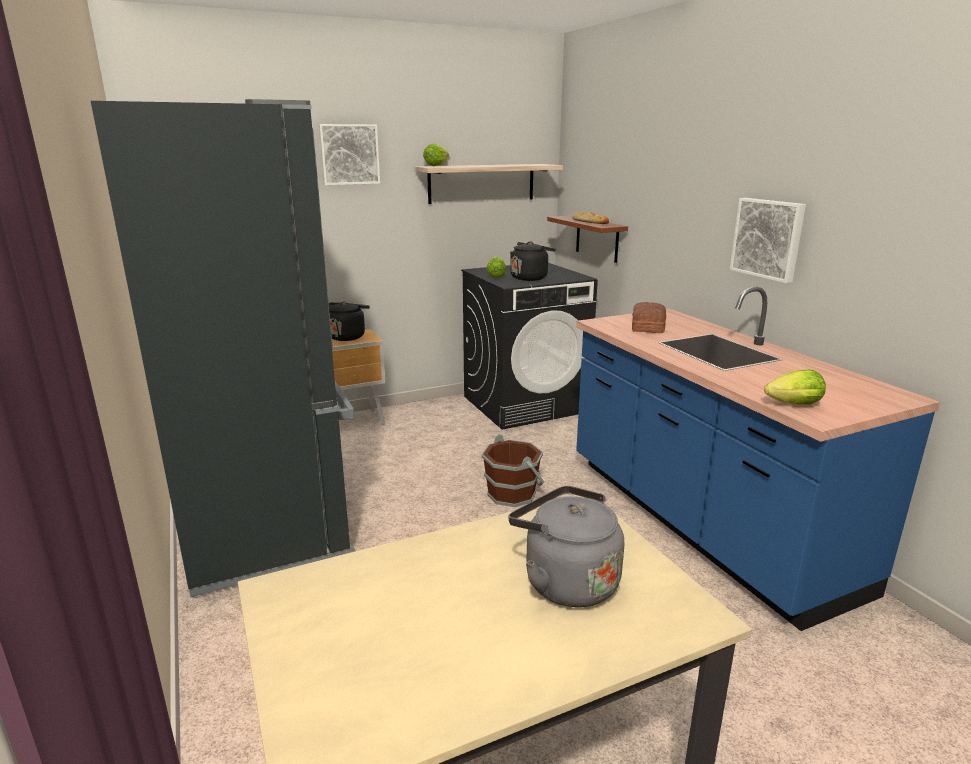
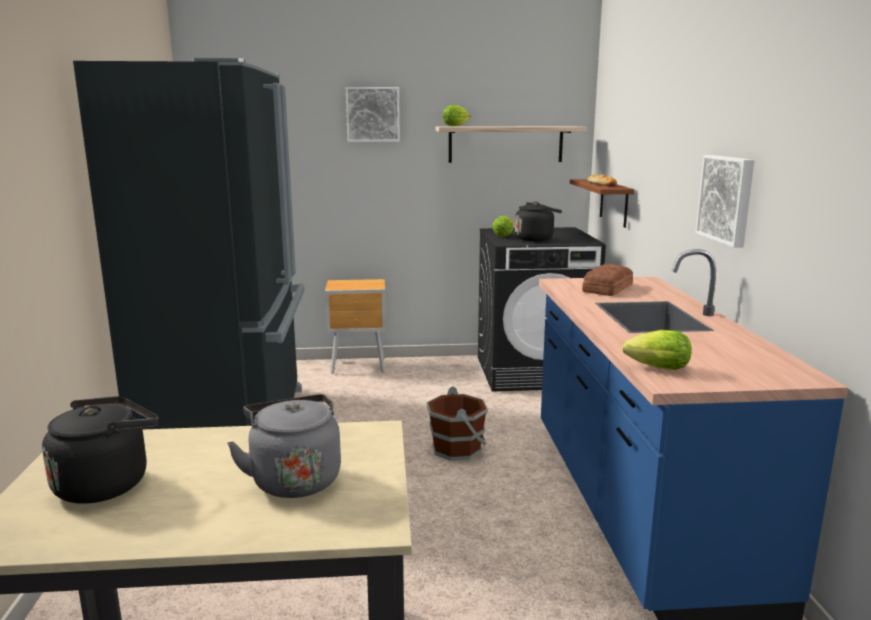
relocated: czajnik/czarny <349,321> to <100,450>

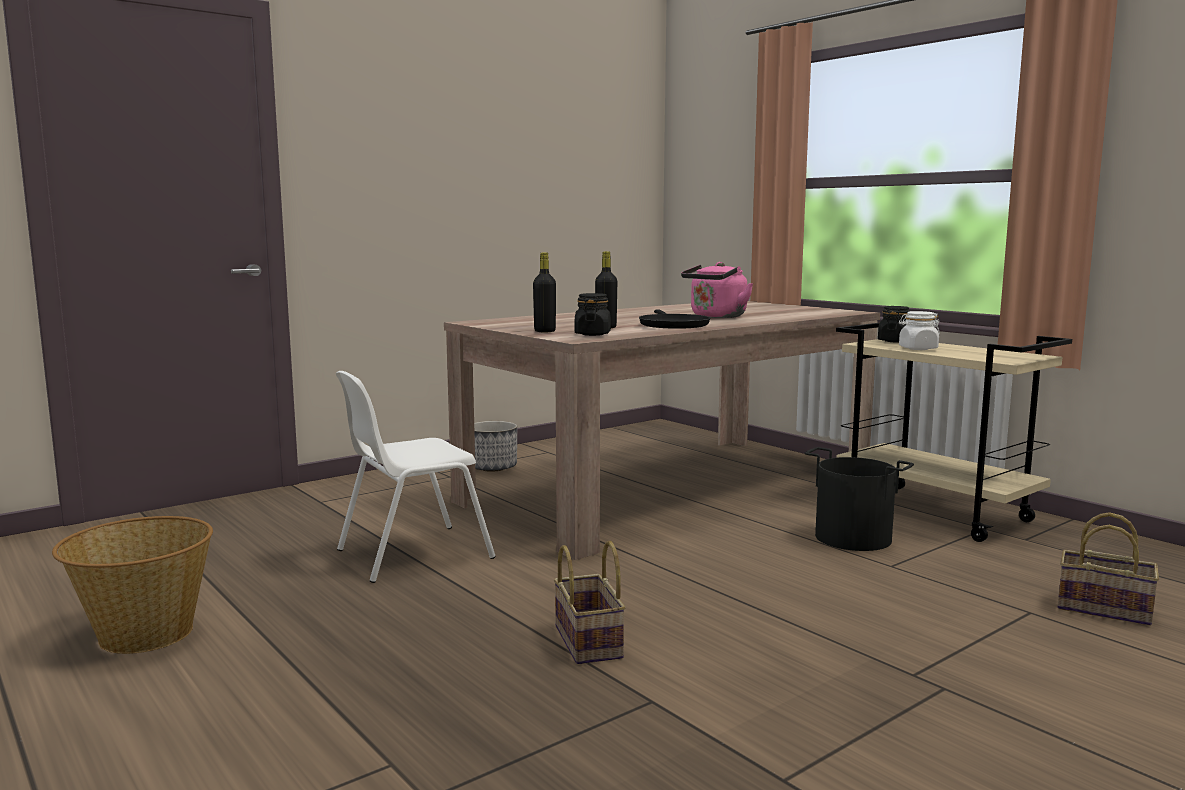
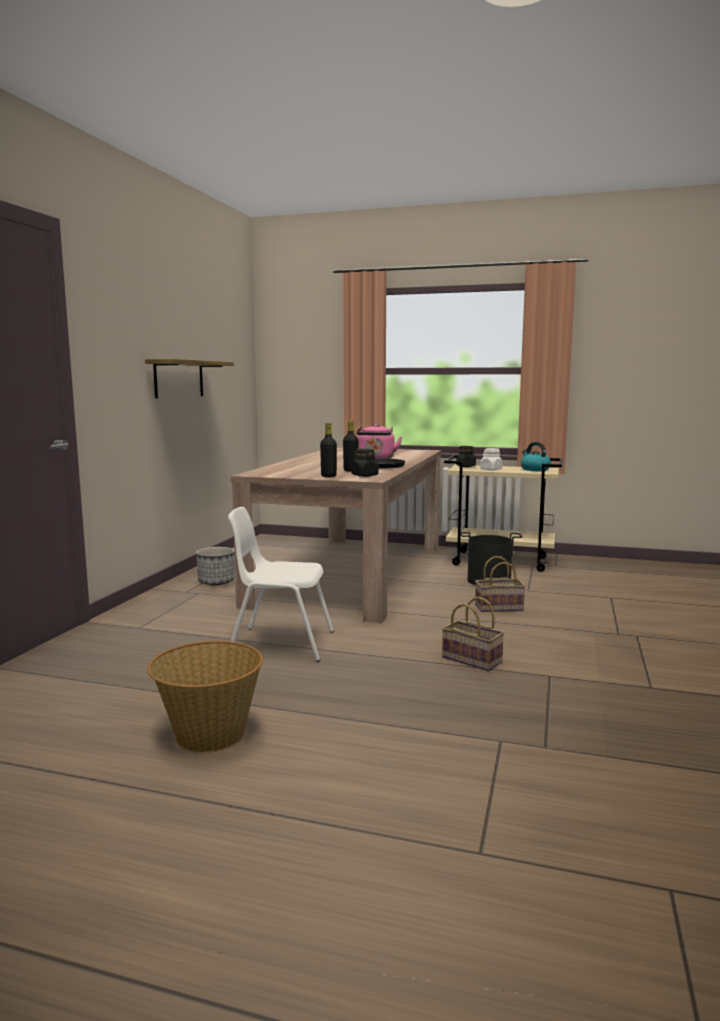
appeared: półka <189,378>; czajnik <536,456>
relocated: koszyk <1108,569> to <500,584>
spun: krzesło/biały <416,477> = <281,584> 75 degrees clockwise

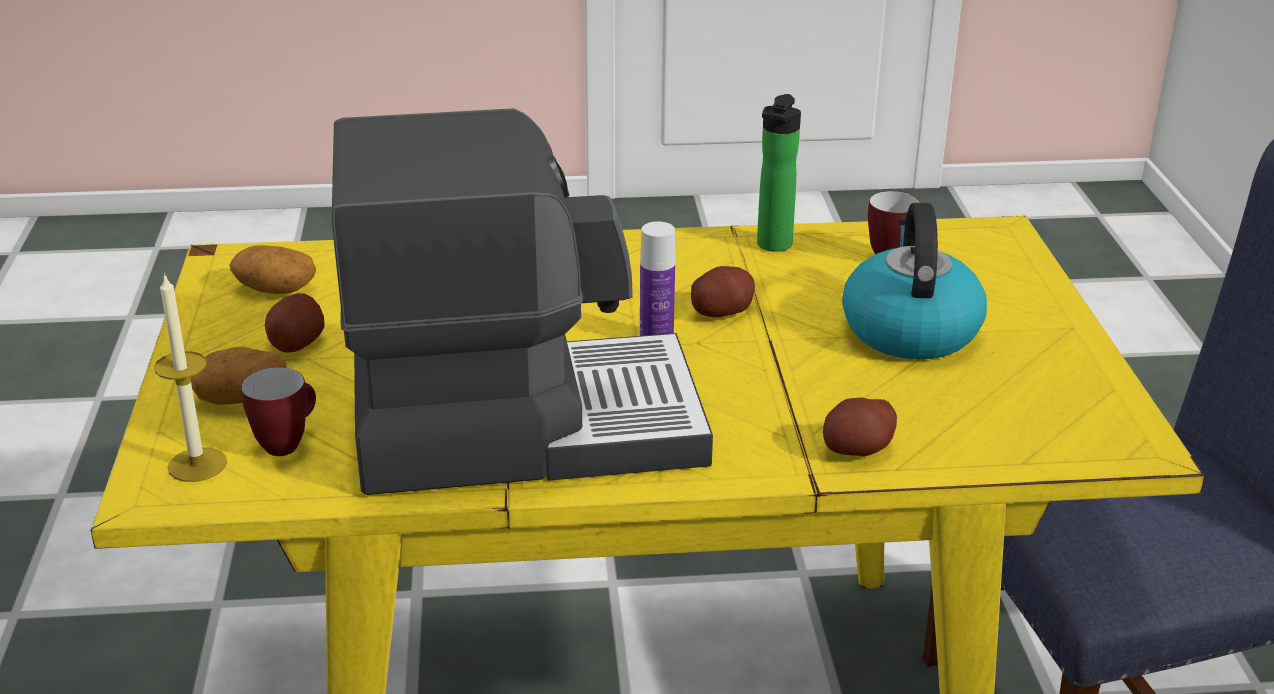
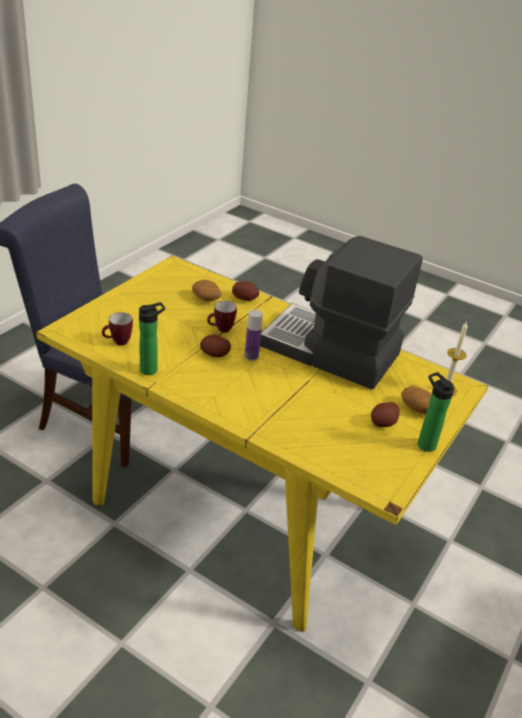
missing: czajnik <914,281>
appeared: butelka <436,412>
relocated: ziemniak <272,269> to <207,290>; kubek <278,411> to <222,317>

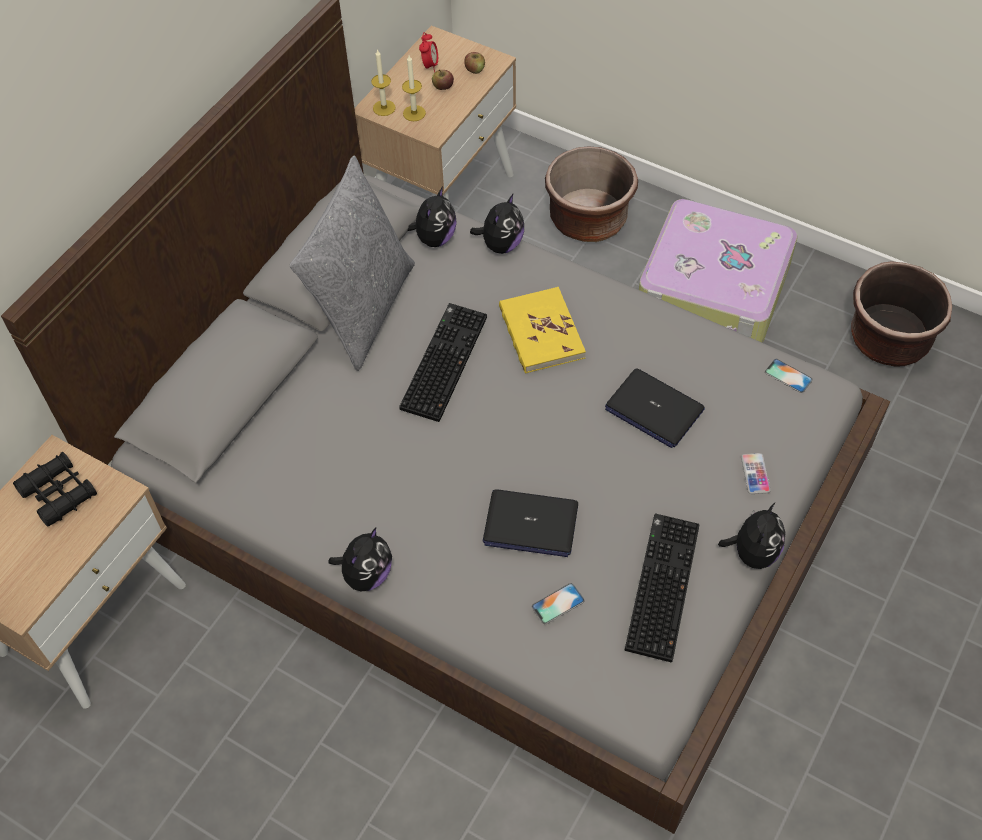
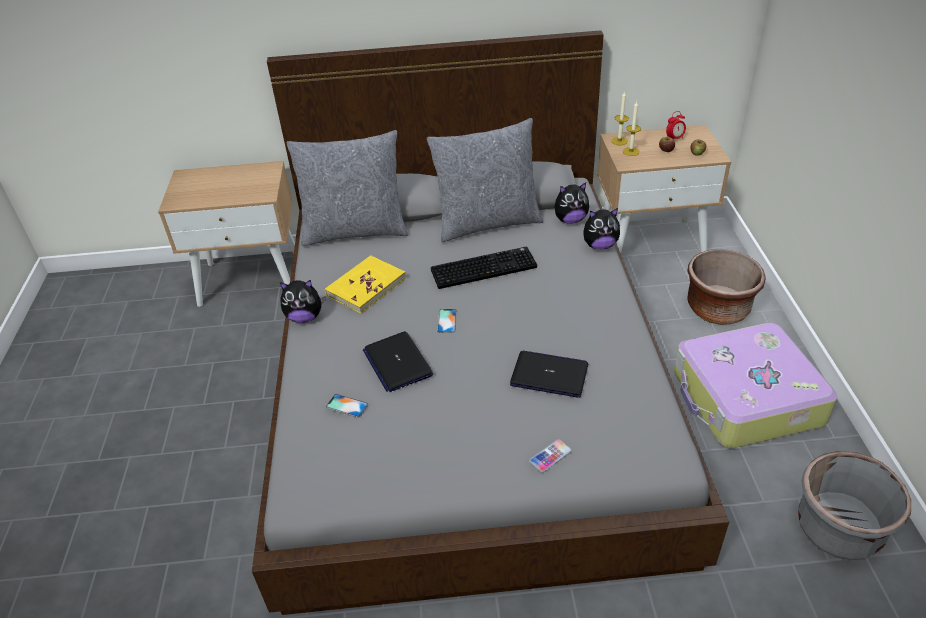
missing: lornetka/czarny <55,489>; klawiatura <662,588>; pluszak <752,536>
appeared: poduszka/szary <347,188>
relocated: książka/żółty <542,330> to <365,284>; telefon <789,376> to <447,321>
colour: donica/brązowy <901,314> to donica/szary <854,505>
spun: laptop <655,408> = <549,374> 105 degrees clockwise

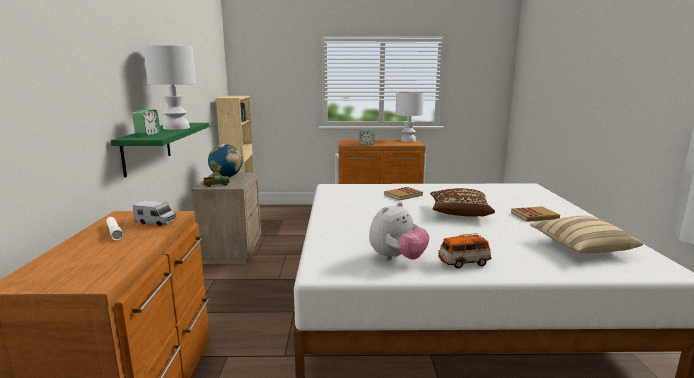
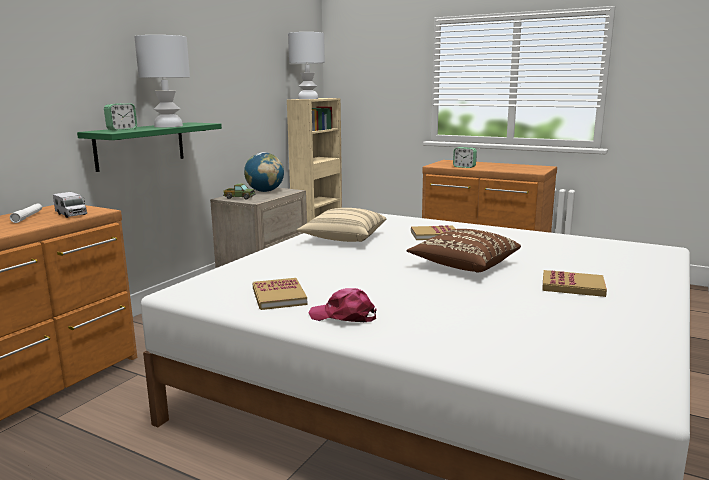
relocated: lampa stołowa/biały <410,117> to <306,65>; poduszka/beżowy <586,234> to <341,225>
exchanged: pluszak <399,231> to książka <280,294>; samochodzik <464,250> to czapka z daszkiem/różowy <342,305>

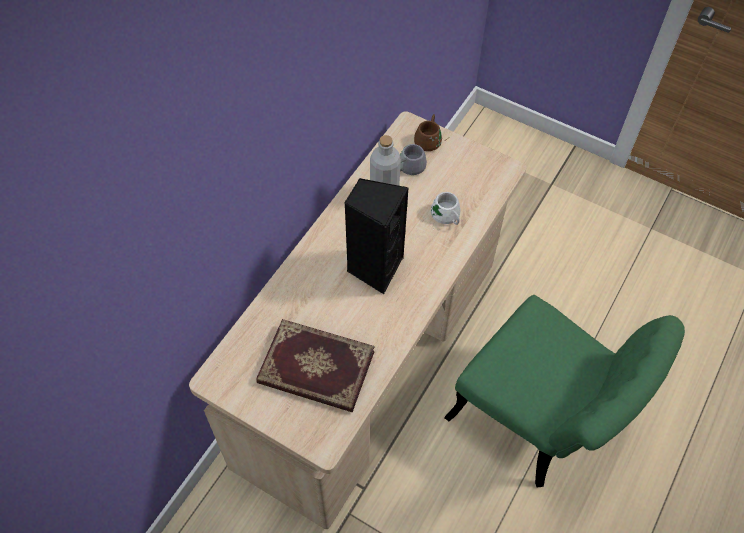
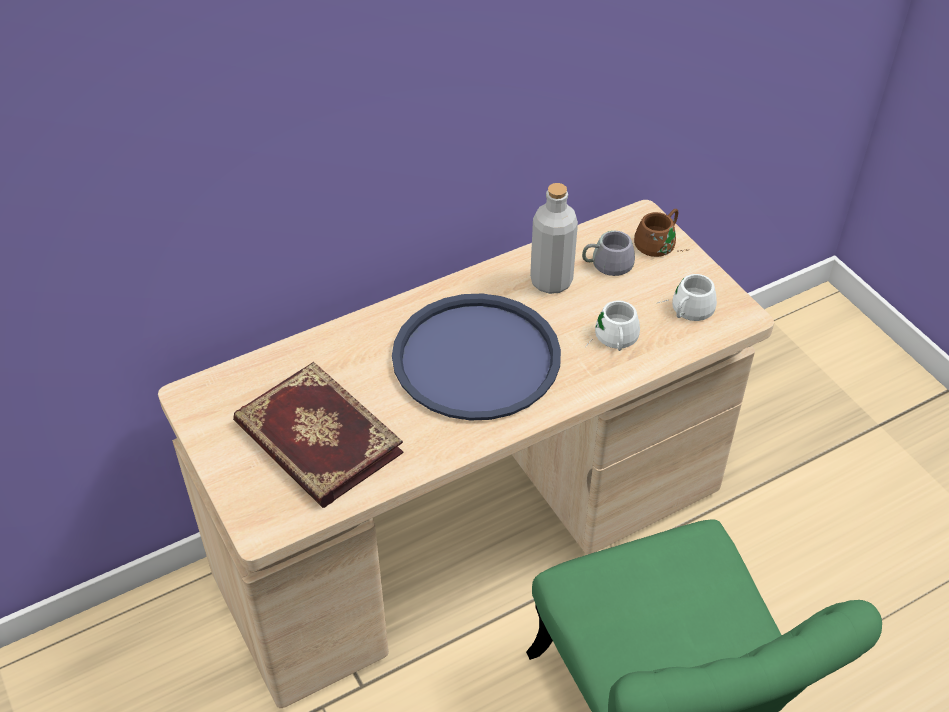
appeared: kubek/biały <687,297>
exchanged: głośnik/czarny <376,236> to taca/niebieski <476,357>

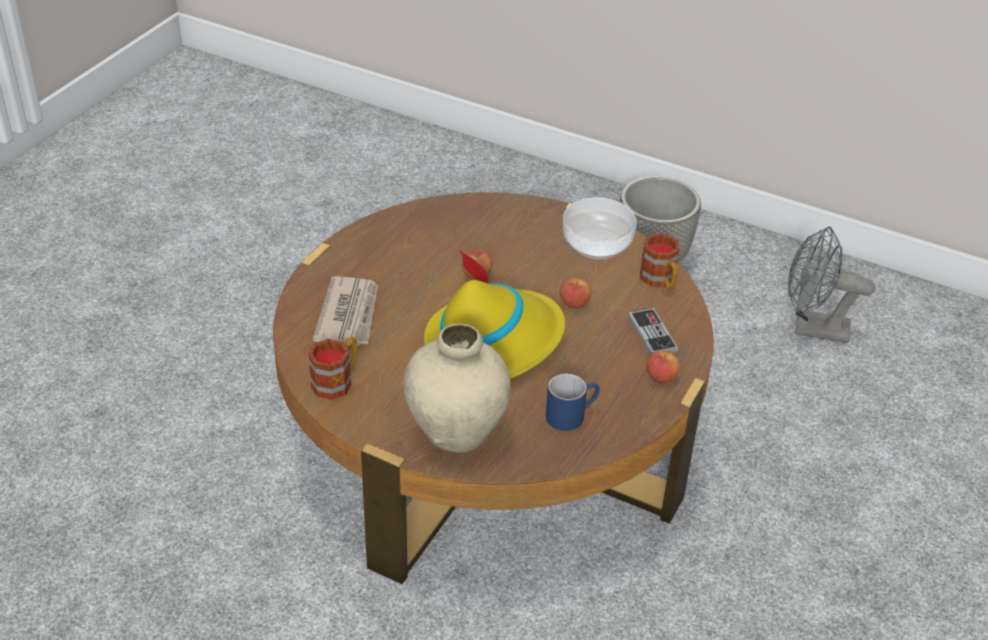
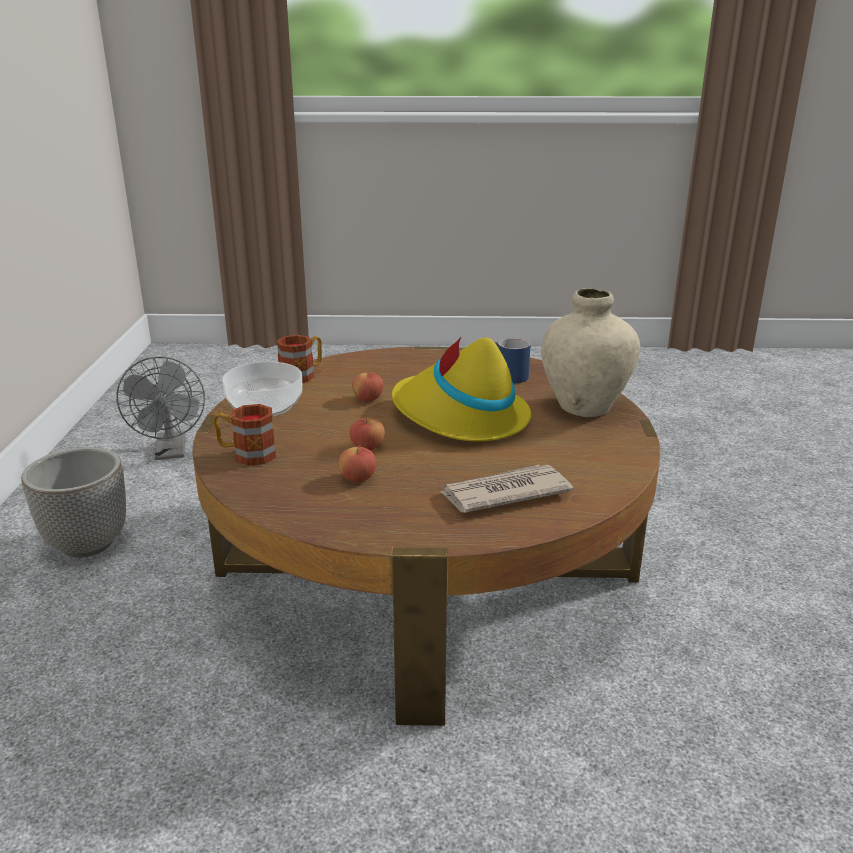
missing: pad do gier <653,331>
relocated: kubek <332,368> to <245,435>; jabłko <663,367> to <357,463>

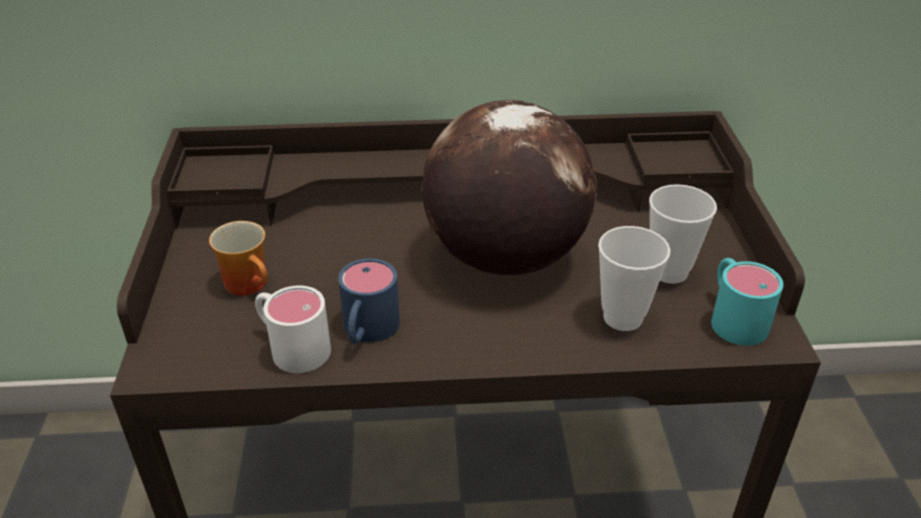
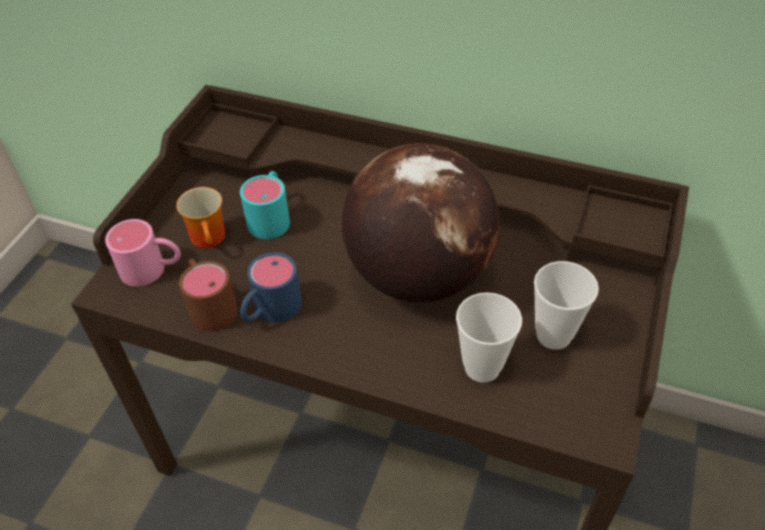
appeared: kubek/różowy <143,253>
relocated: kubek/turkusowy <747,302> to <265,205>
colour: kubek/biały <293,329> to kubek/brązowy <208,295>

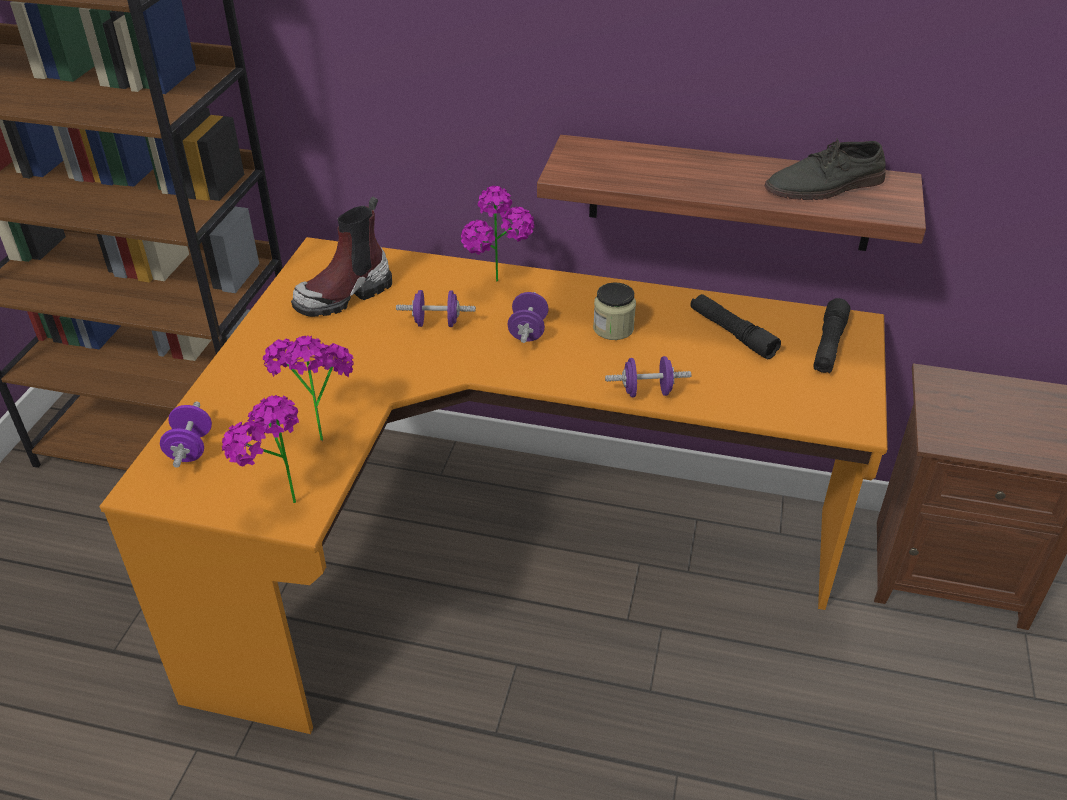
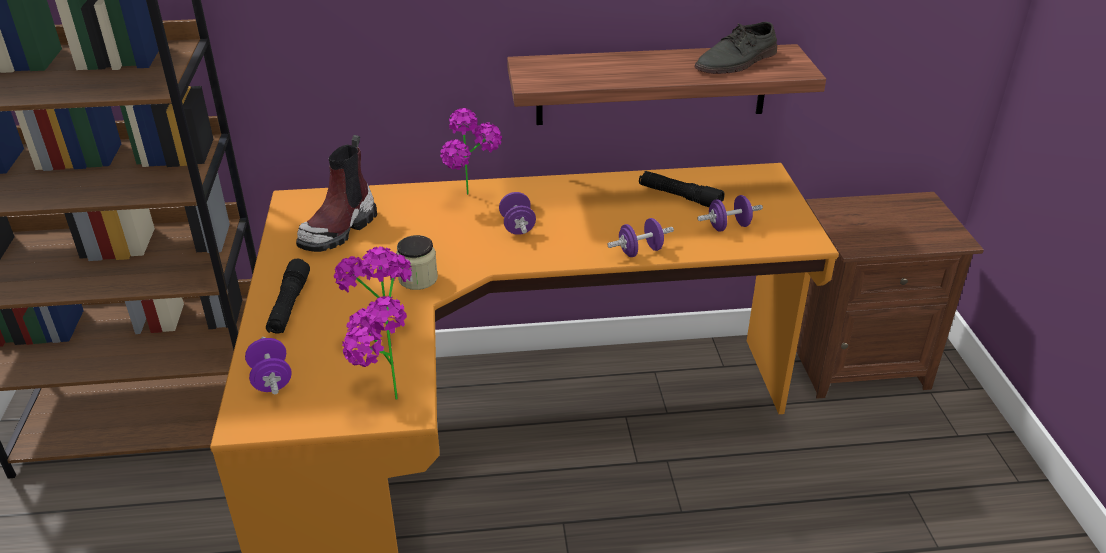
relocated: latarka/czarny <831,335> to <288,296>; słoik <614,311> to <417,262>; hantel/fioletowy <436,308> to <730,213>

